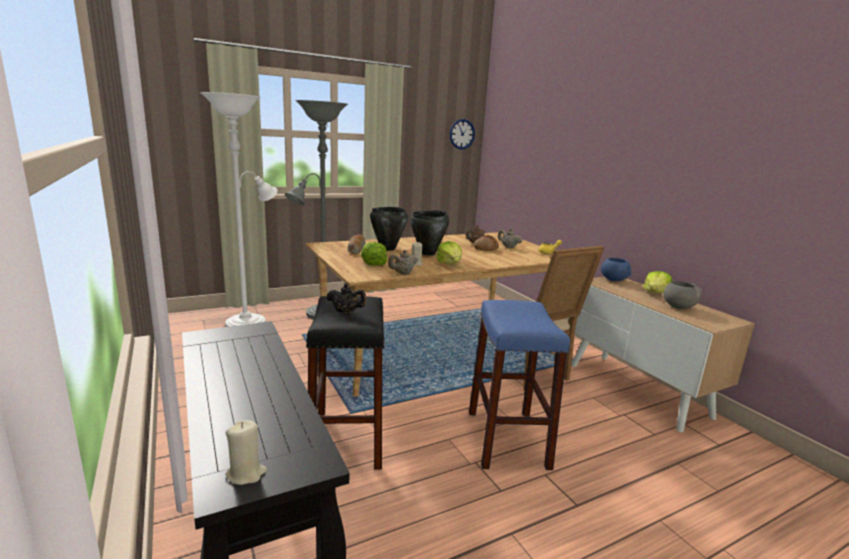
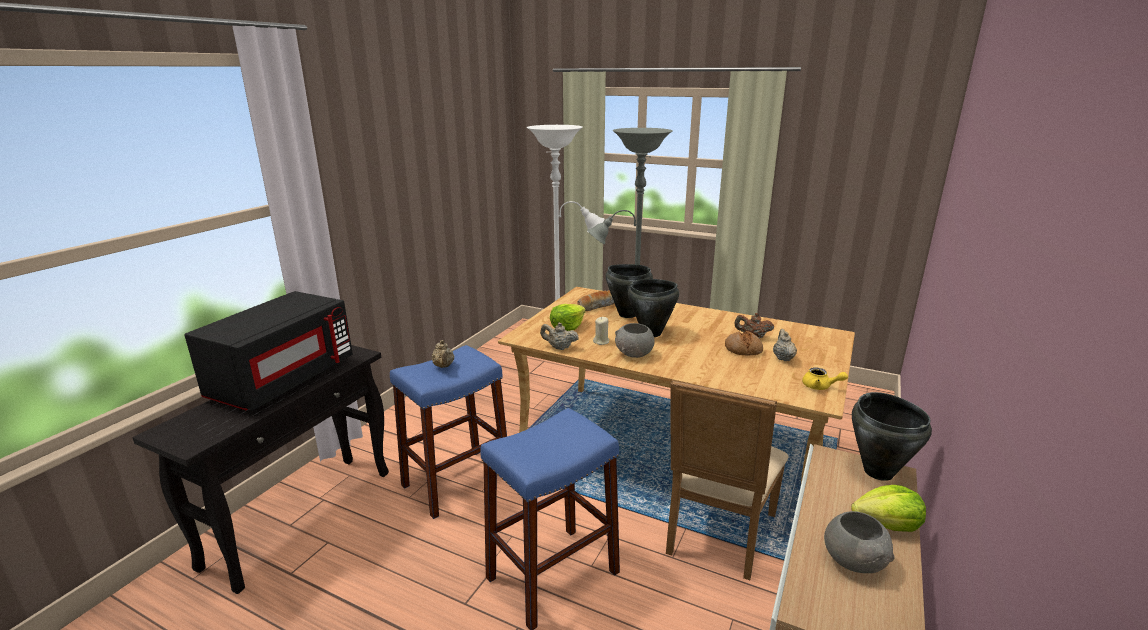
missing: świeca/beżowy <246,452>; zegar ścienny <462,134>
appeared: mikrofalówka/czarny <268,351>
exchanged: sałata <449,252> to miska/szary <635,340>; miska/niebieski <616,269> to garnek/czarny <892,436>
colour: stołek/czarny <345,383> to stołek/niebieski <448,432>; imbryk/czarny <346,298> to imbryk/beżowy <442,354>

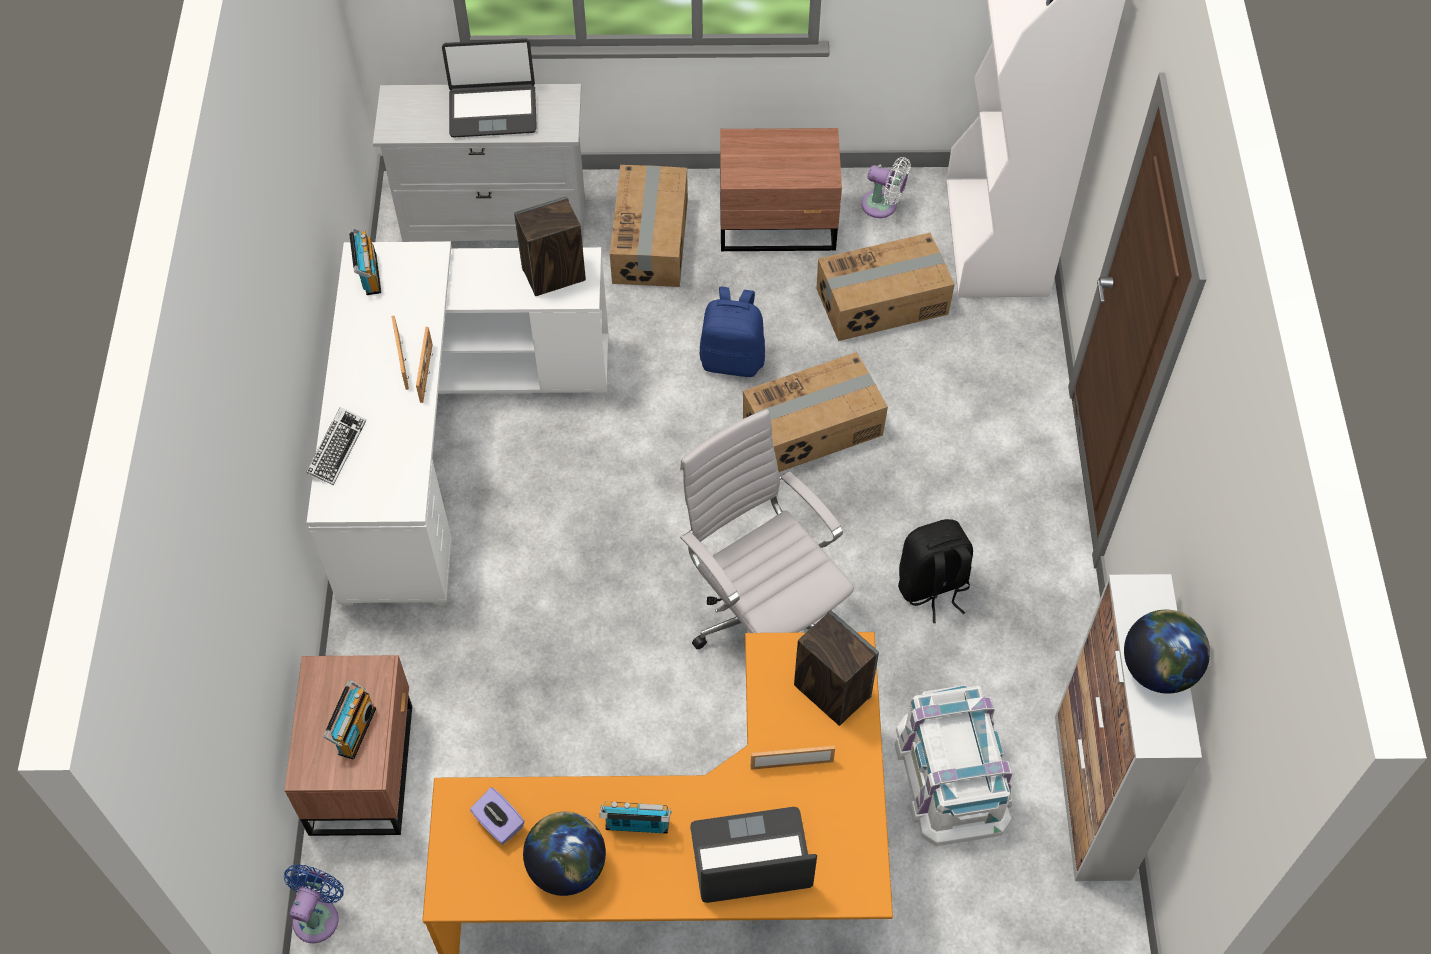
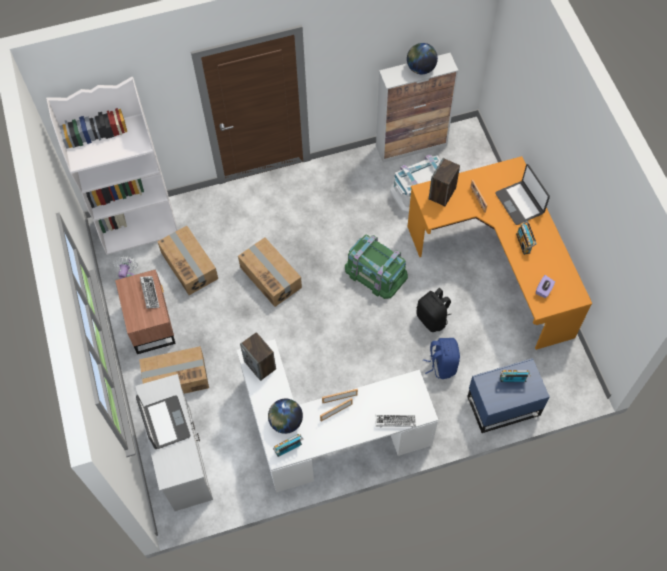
missing: wentylator/niebieski <314,903>
appeared: klawiatura <150,292>
relocated: globus <564,854> to <285,416>; plecak/czarny <935,571> to <433,310>; plecak/niebieski <732,332> to <441,358>
exchanged: krzesło biurowe/biały <767,529> to pojemnik do przechowywania/zielony <376,266>
colour: szafka nocna/brązowy <348,745> to szafka nocna/niebieski <508,395>

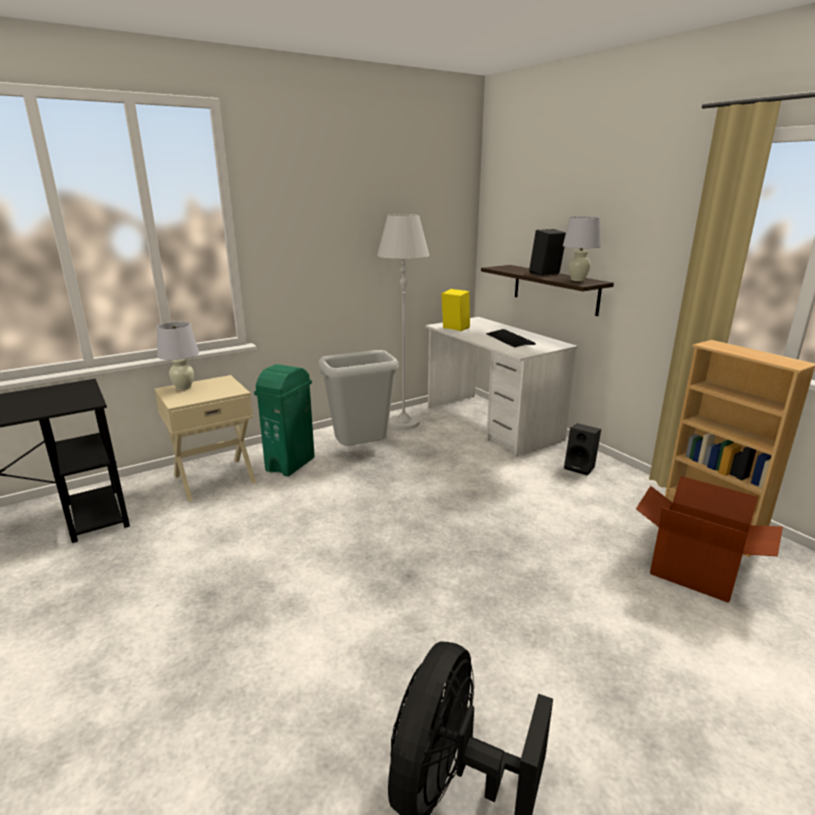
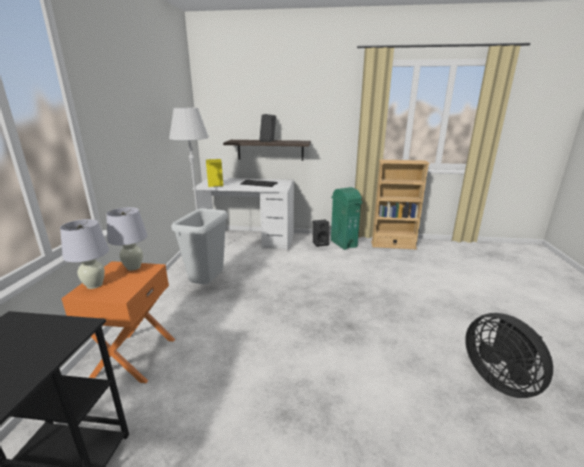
missing: karton <709,539>
relocated: lampa stołowa/biały <582,248> to <127,239>; kosz na śmieci/zielony <284,420> to <347,218>
colour: szafka nocna/beżowy <205,438> to szafka nocna/pomarańczowy <118,322>

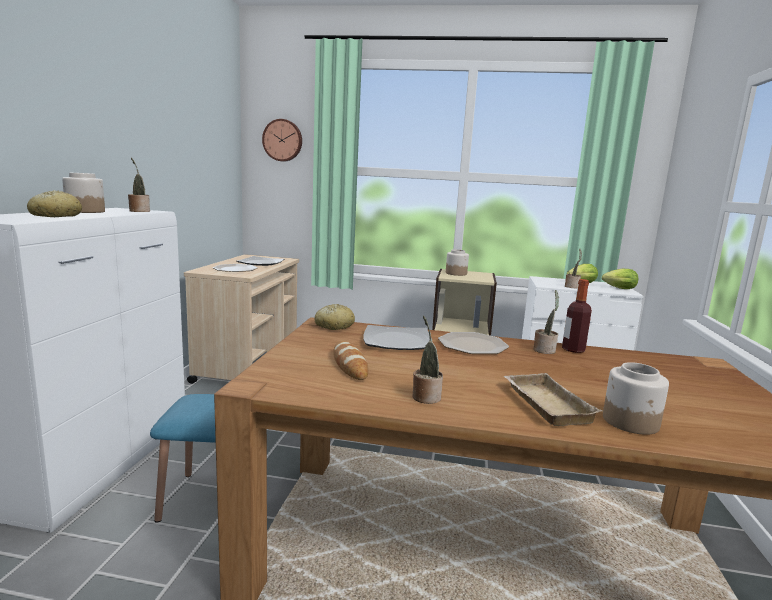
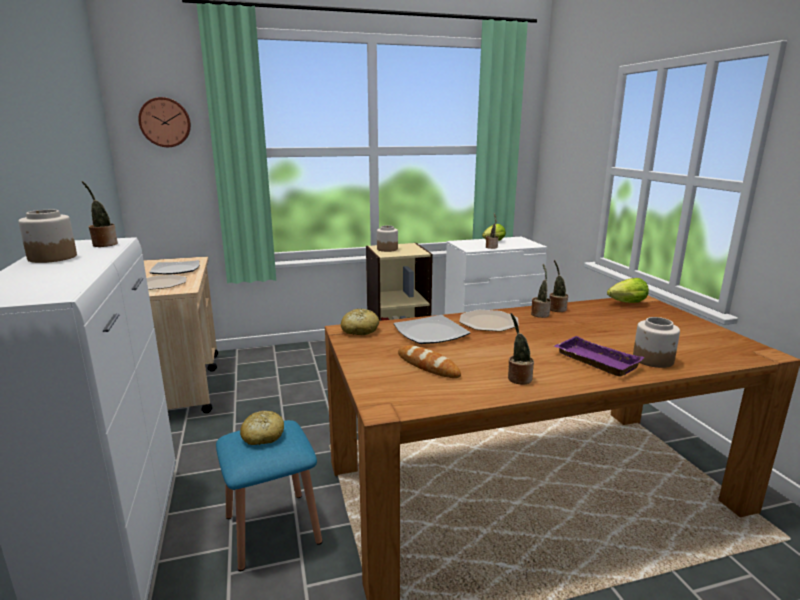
relocated: chleb <54,203> to <262,428>; sałata <620,279> to <628,290>
exchanged: butelka <577,316> to roślina doniczkowa <559,286>
colour: taca/beżowy <552,399> to taca/fioletowy <599,356>

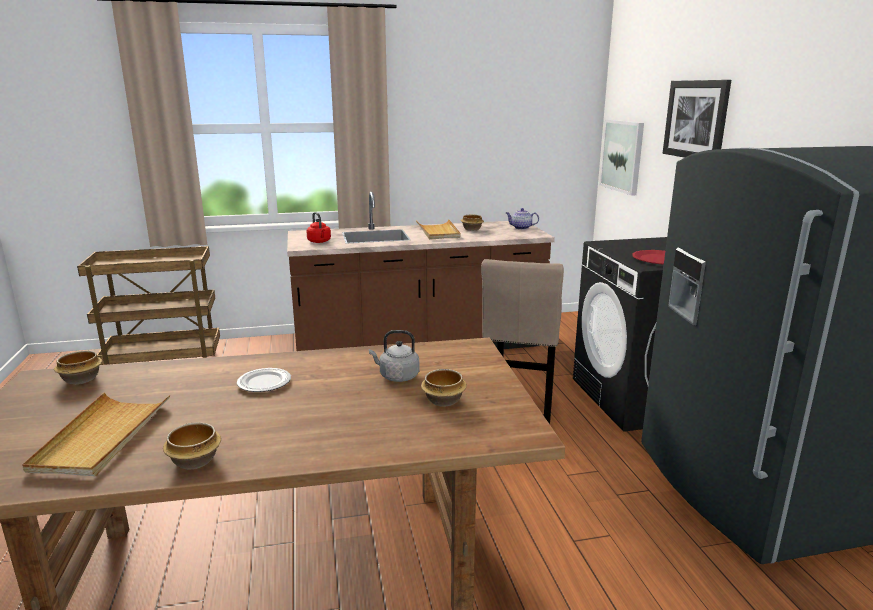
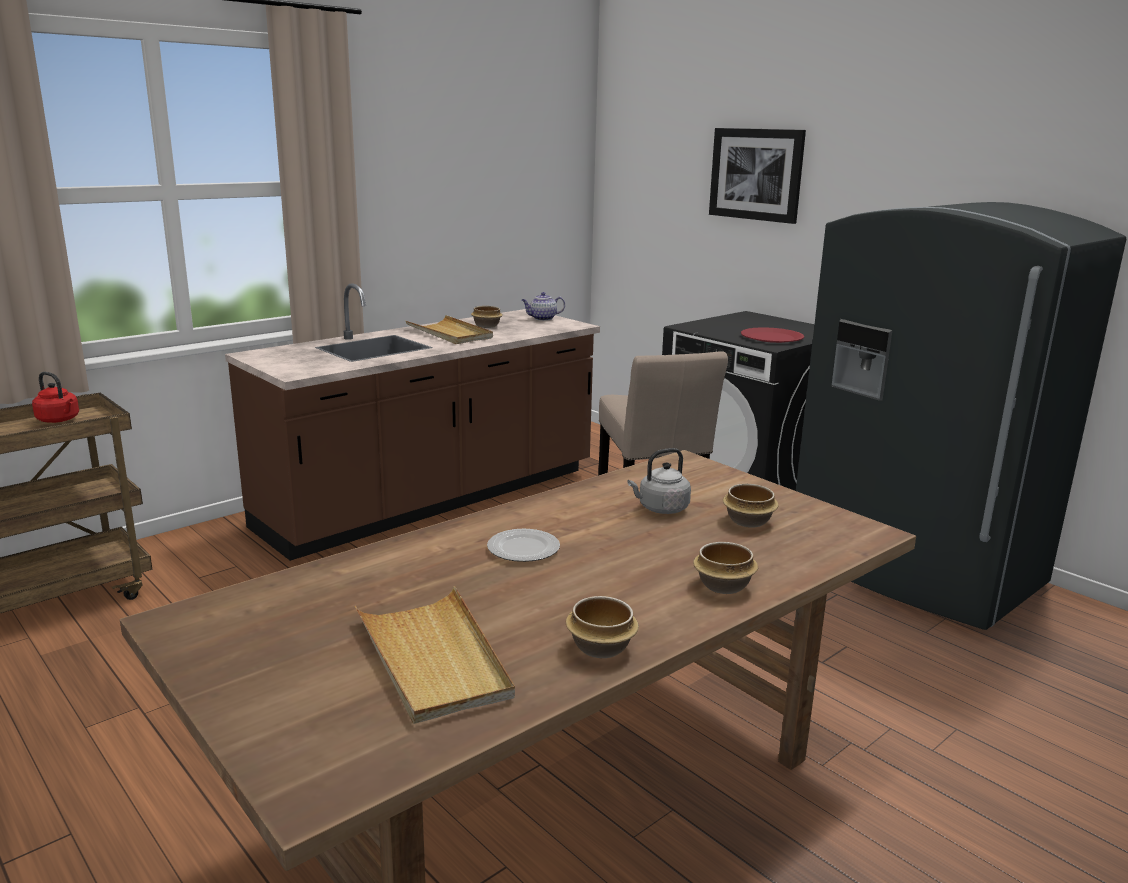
missing: obraz <622,157>
relocated: czajnik/czerwony <318,227> to <55,397>; miska <78,367> to <725,568>

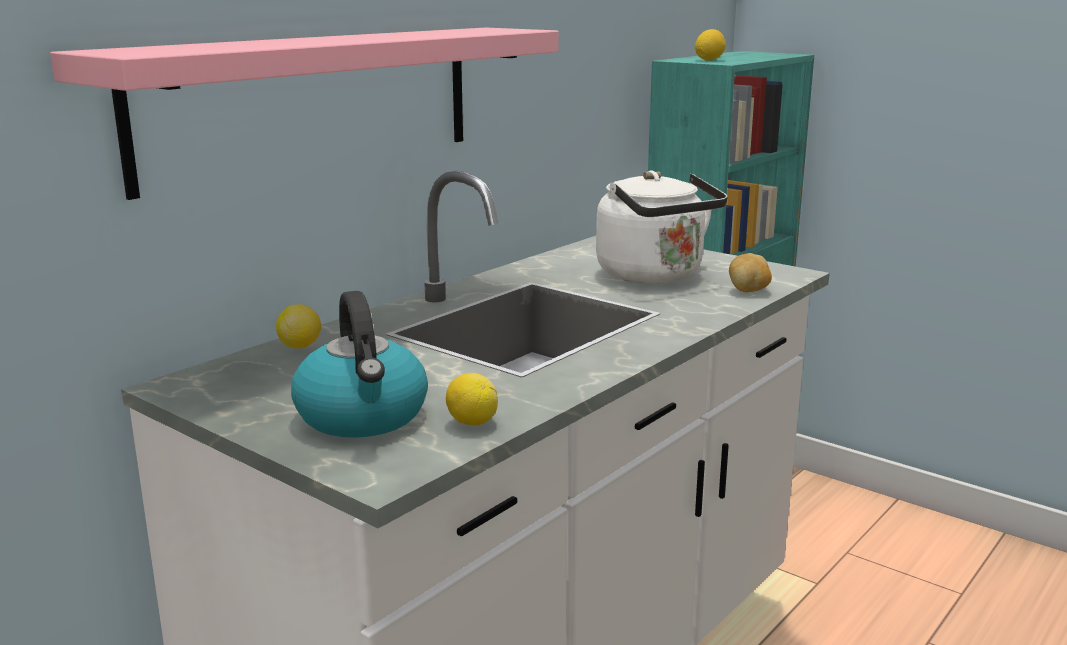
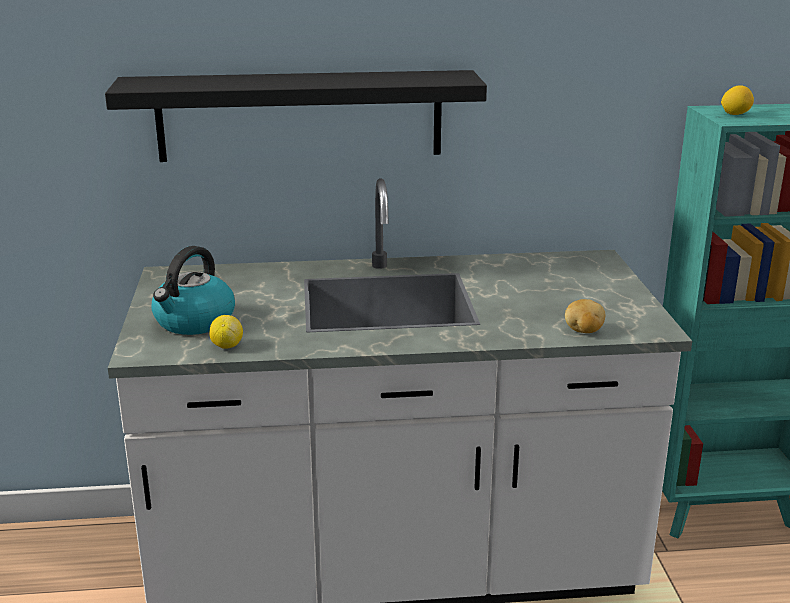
missing: cytryna <298,327>; czajnik/biały <662,226>
colour: półka/różowy <304,114> to półka/czarny <296,116>

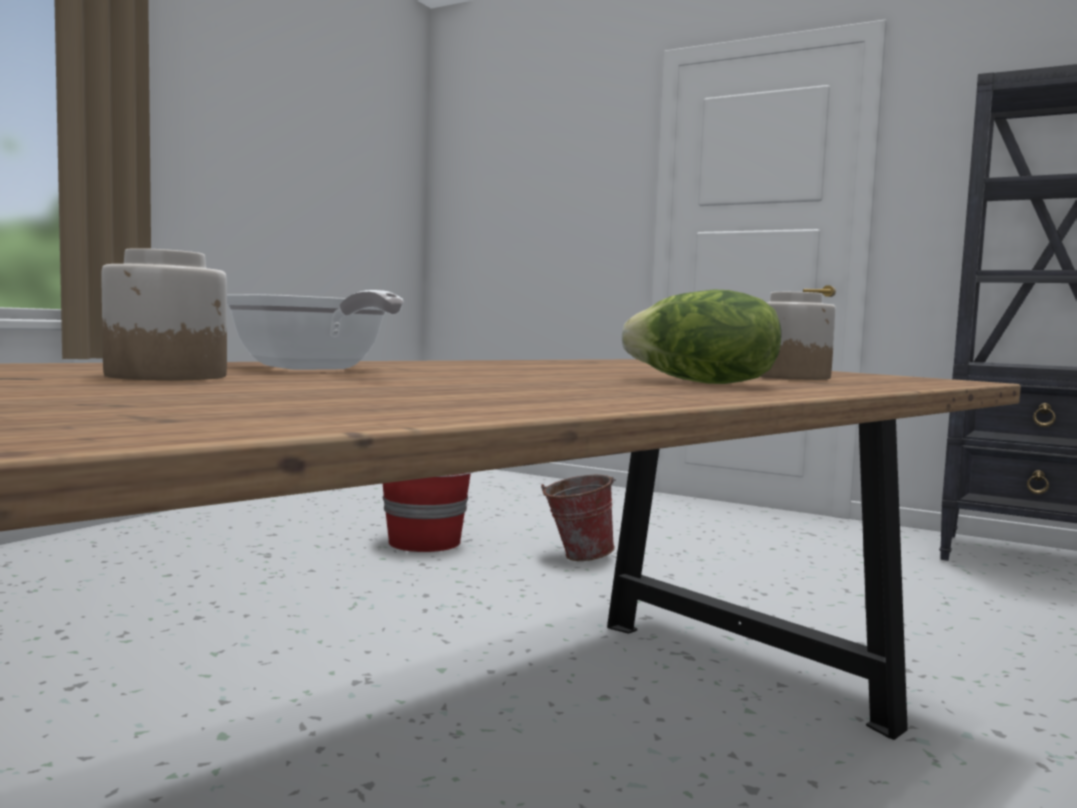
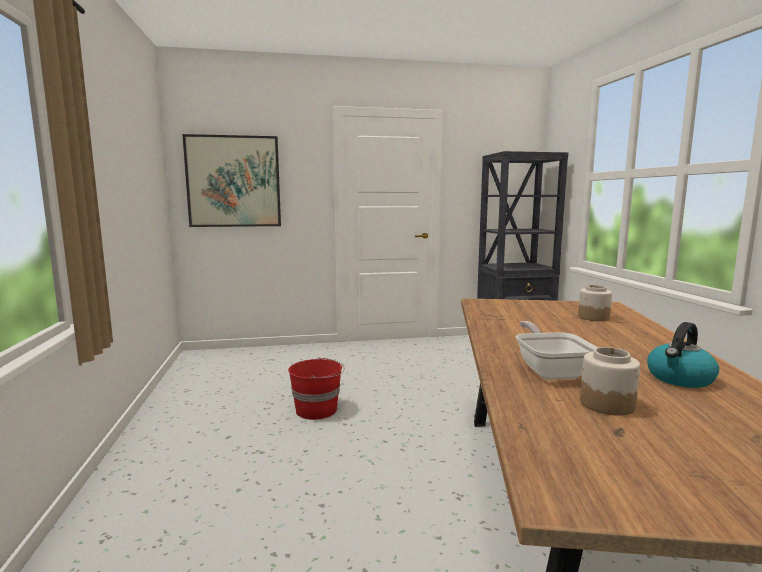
missing: wiadro <578,518>; sałata <701,337>
appeared: obraz <231,180>; czajnik <683,355>
spun: patelnia <315,330> = <557,350> 105 degrees counterclockwise

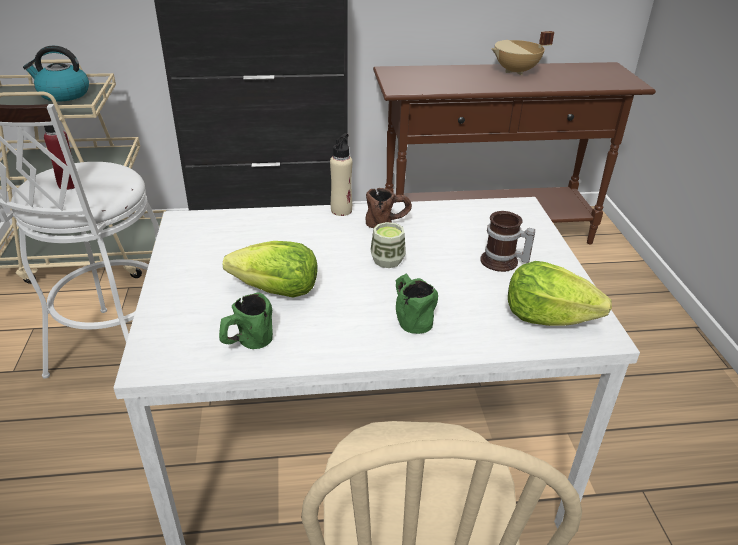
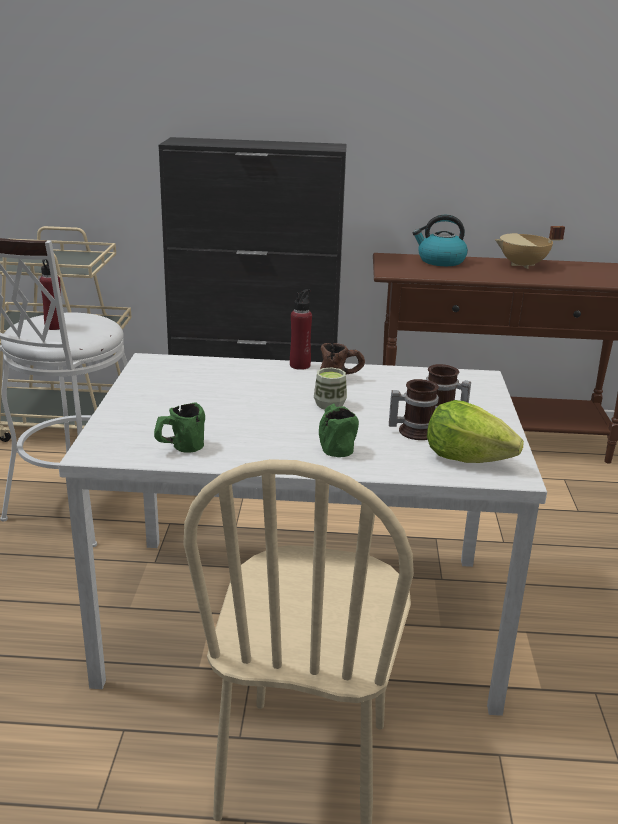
missing: sałata <270,269>
appeared: kubek <414,409>
relocated: czajnik <56,74> to <440,240>
colour: butelka/beżowy <341,174> to butelka/czerwony <301,329>

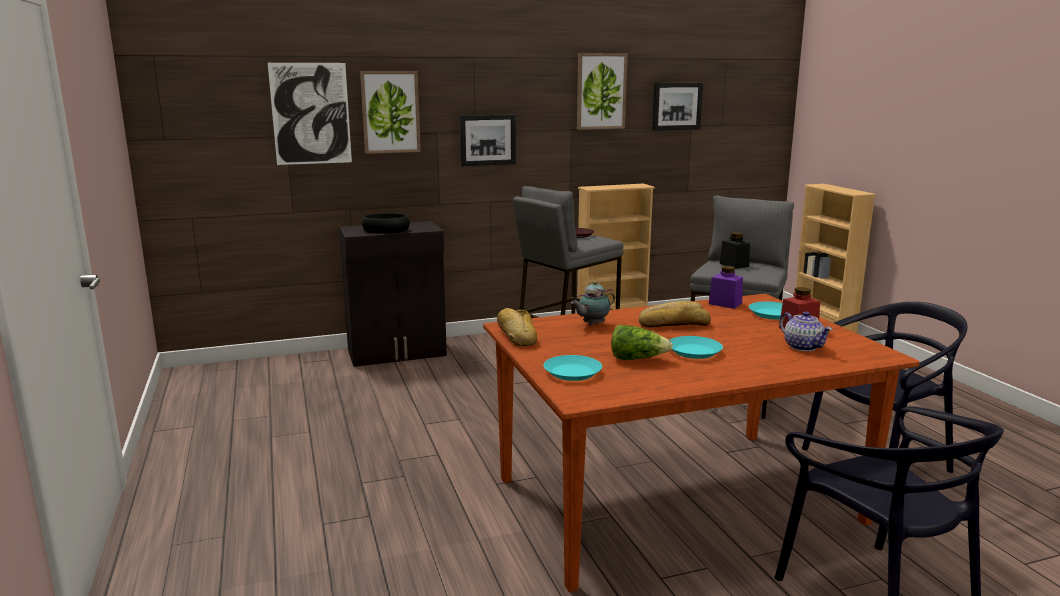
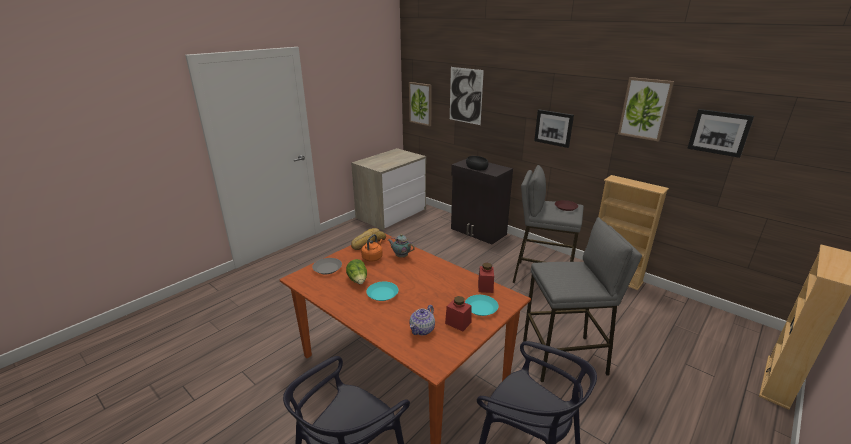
missing: chleb <675,314>; słoik/czarny <735,250>
appeared: komoda <388,189>; czajnik/pomarańczowy <372,248>
relocated: obraz <390,112> to <420,104>
colour: talerz/turkusowy <572,368> to talerz/szary <327,266>; słoik/fioletowy <726,287> to słoik/czerwony <486,278>

